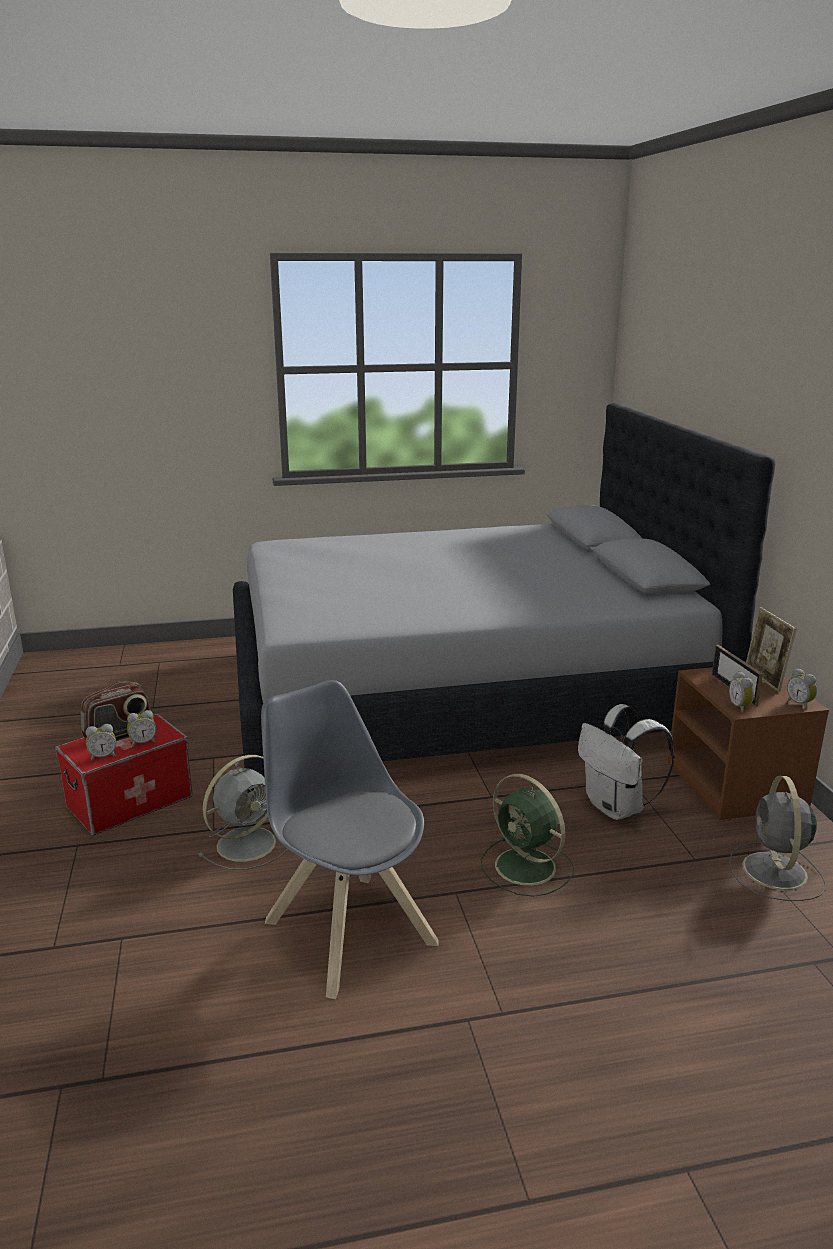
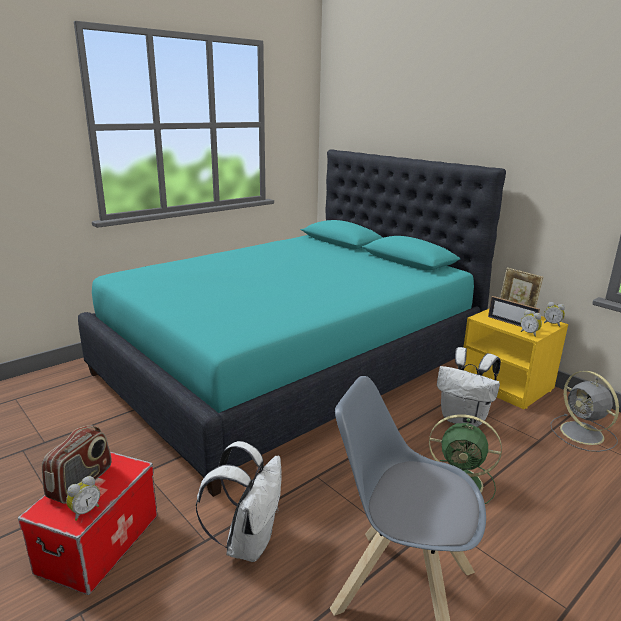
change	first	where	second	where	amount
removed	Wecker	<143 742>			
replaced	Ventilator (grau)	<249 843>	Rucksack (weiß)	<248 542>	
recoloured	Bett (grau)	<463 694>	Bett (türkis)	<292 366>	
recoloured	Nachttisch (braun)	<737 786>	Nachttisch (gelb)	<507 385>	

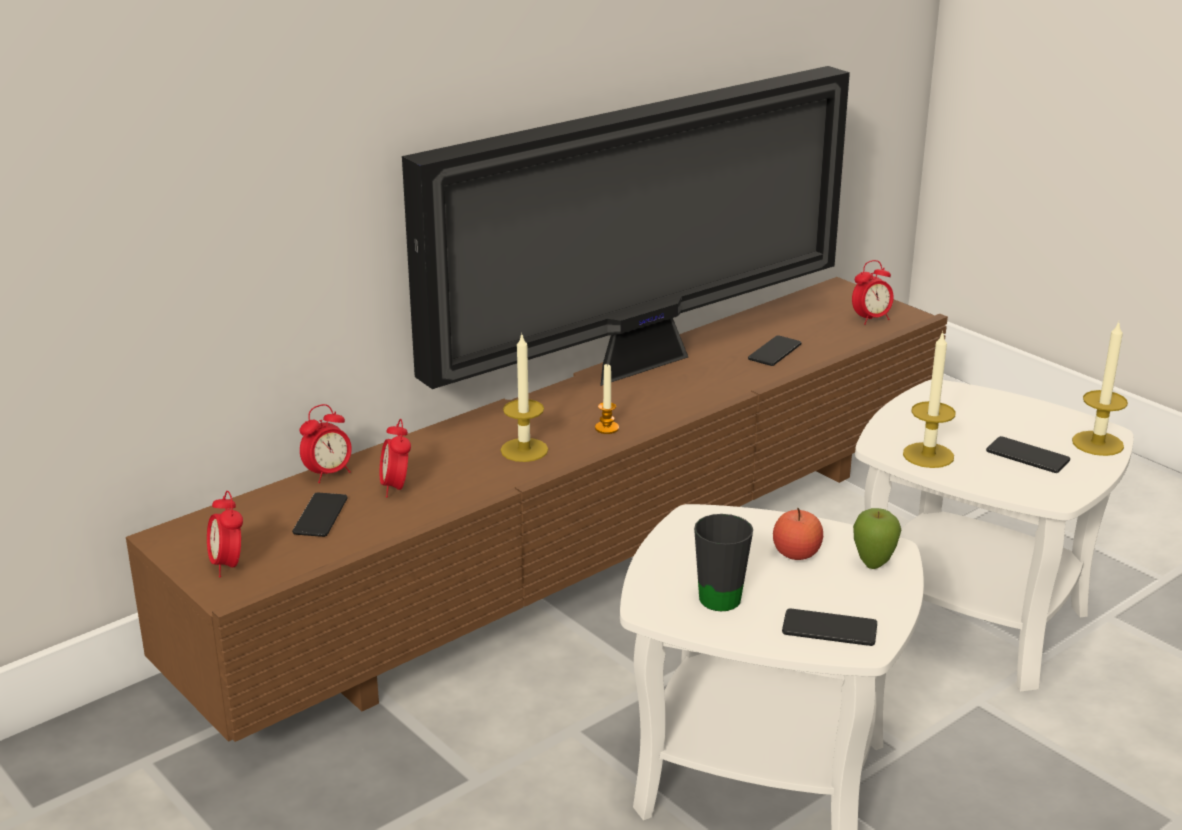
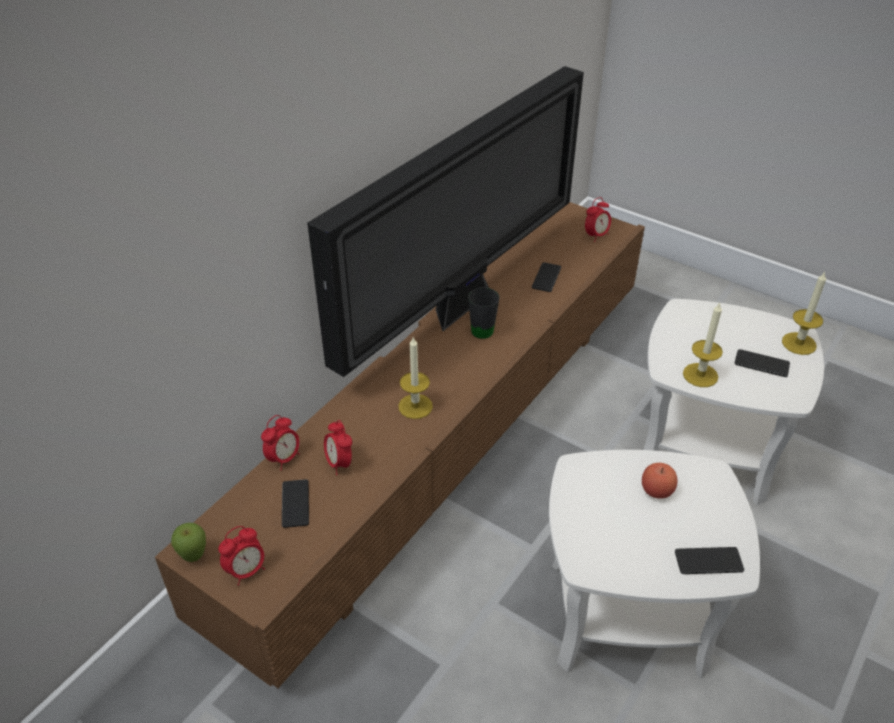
change	first	where	second	where	amount
turned	Wecker	<228 565>		<246 571>	90 degrees counterclockwise
removed	Kerze	<607 428>			
moved	Henkelbecher (schwarz)	<726 594>		<484 327>	
moved	Apfel	<873 565>		<194 557>	

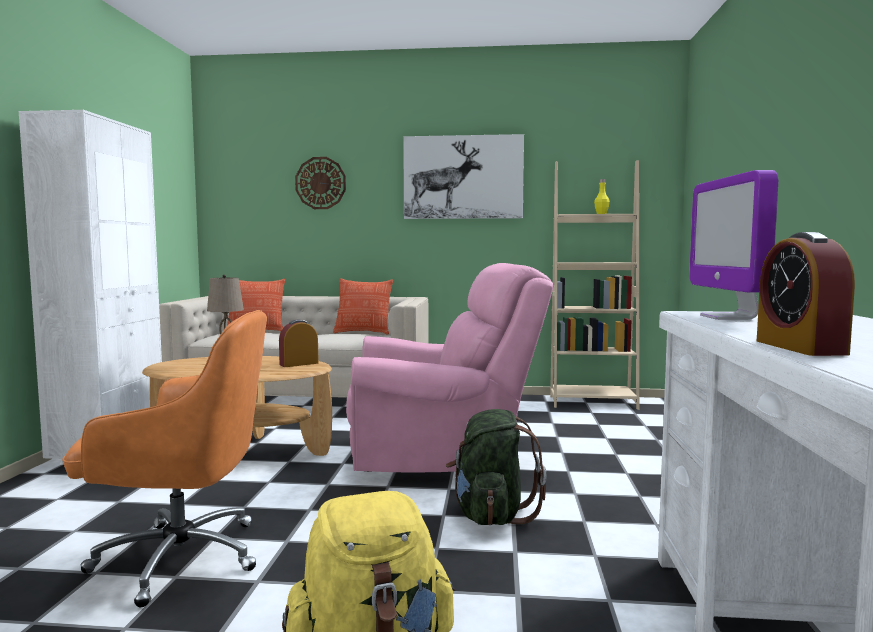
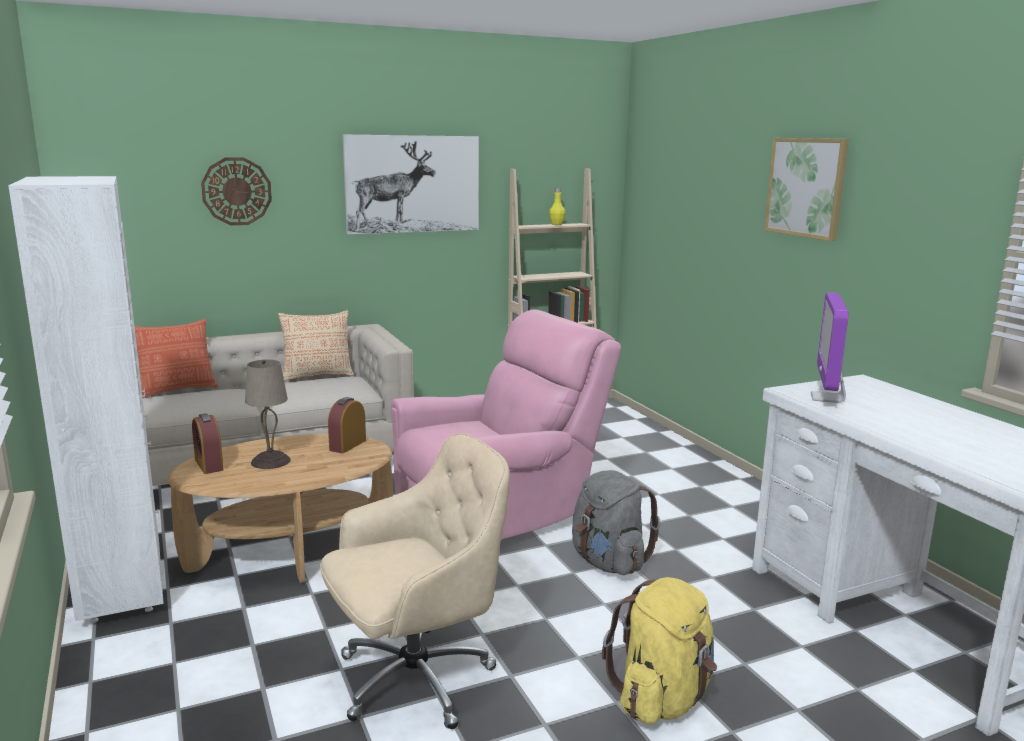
change	first	where	second	where	amount
recoloured	Bürostuhl (orange)	<180 558>	Bürostuhl (beige)	<415 679>	
recoloured	Kissen (orange)	<363 333>	Kissen (beige)	<318 376>	
recoloured	Rucksack (grün)	<491 515>	Rucksack (grau)	<608 562>	
turned	Monitor	<728 317>		<827 398>	45 degrees clockwise
moved	Wecker	<799 347>		<209 465>	
added			Bild	<806 187>	

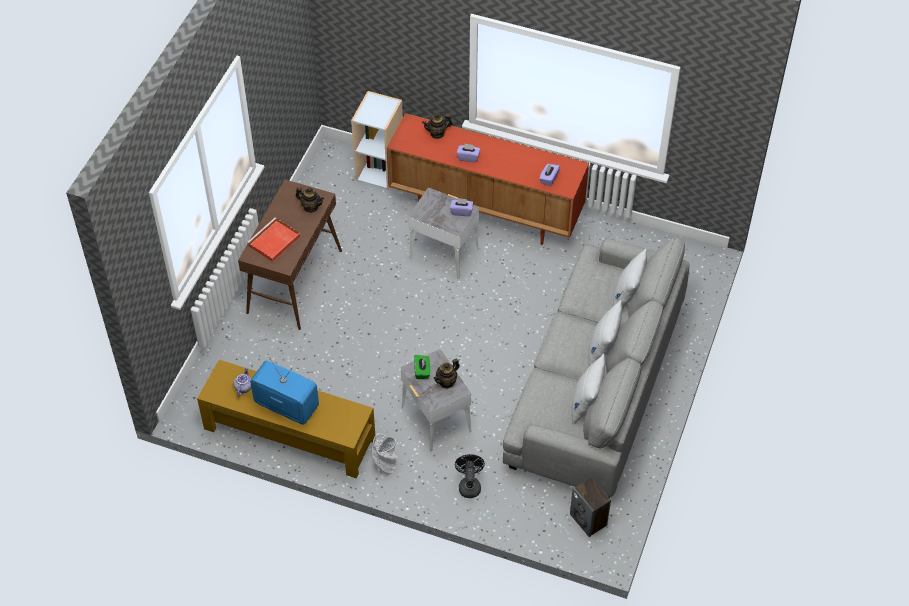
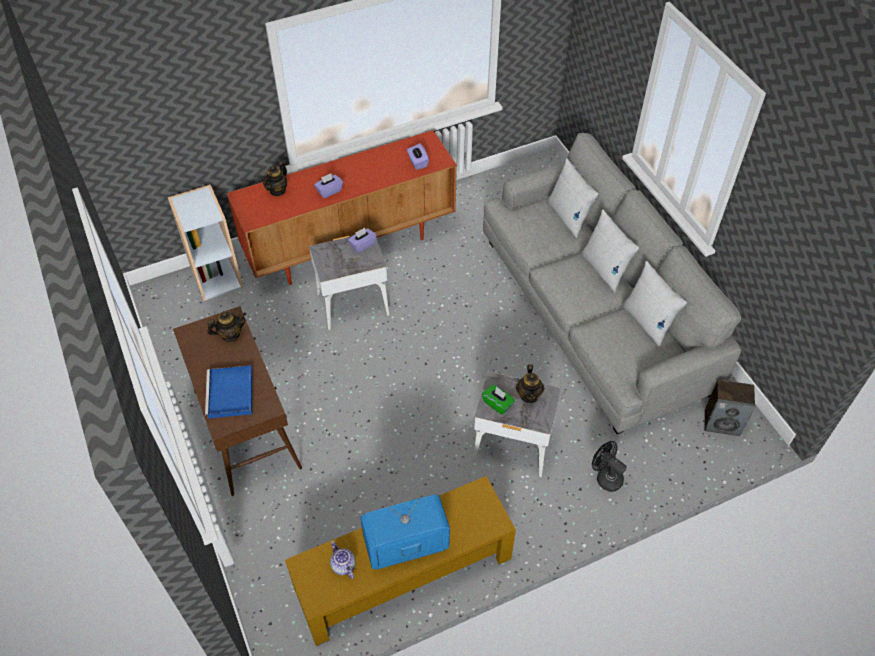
change	first	where	second	where	amount
recoloured	Tablett (rot)	<273 242>	Tablett (blau)	<230 394>	
removed	Vase (grau)	<385 463>			

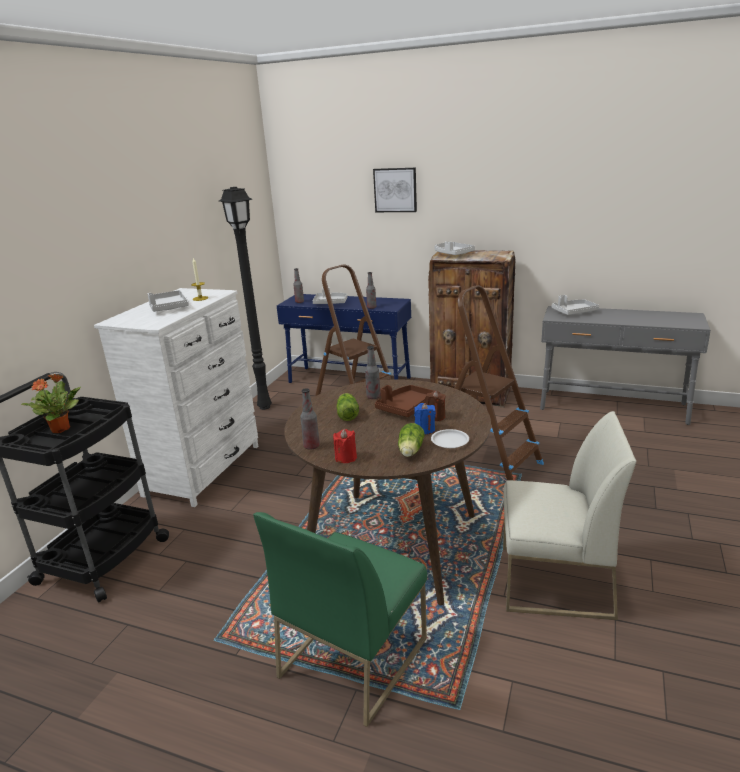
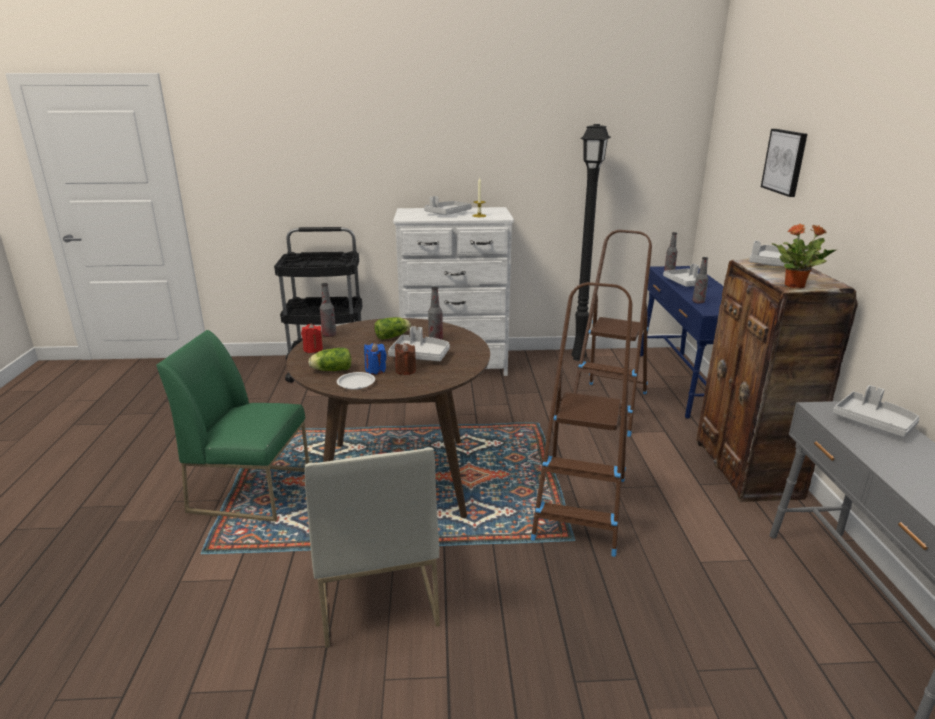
change	first	where	second	where	amount
moved	Topfpflanze	<61 429>		<795 285>	
recoloured	Tablett (braun)	<406 407>	Tablett (grau)	<420 355>	

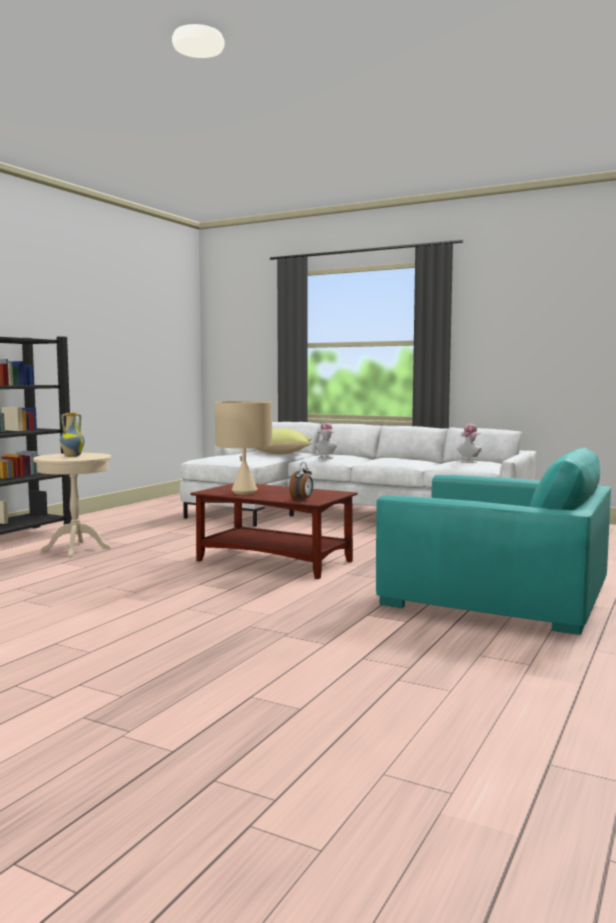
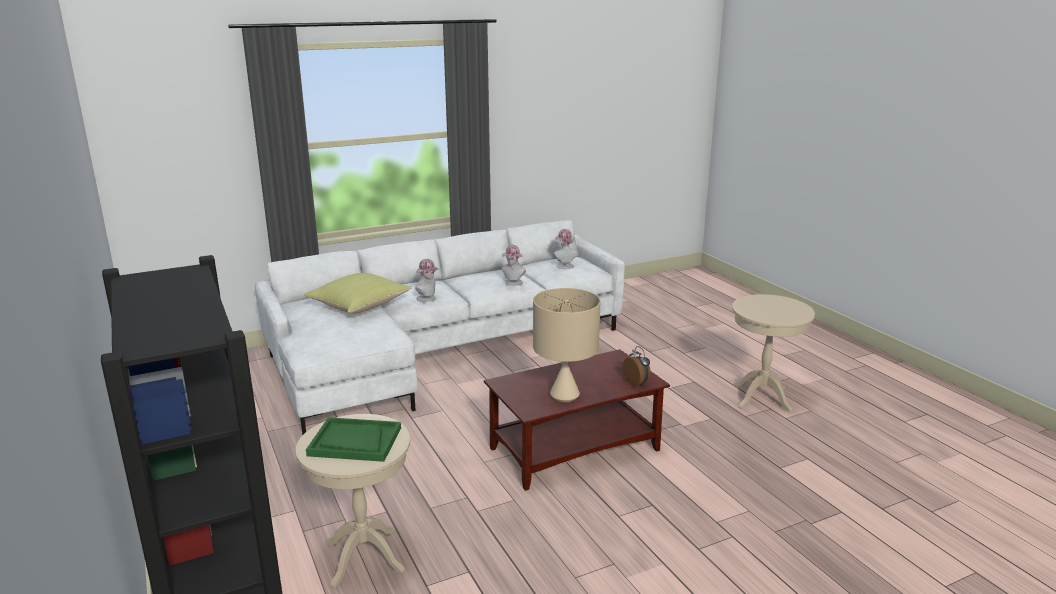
change	first	where	second	where	amount
replaced	Vase	<72 456>	Tablett (grün)	<354 442>	
replaced	Sessel (türkis)	<496 593>	Beistelltisch (beige)	<762 397>	
added			Hut	<512 283>	

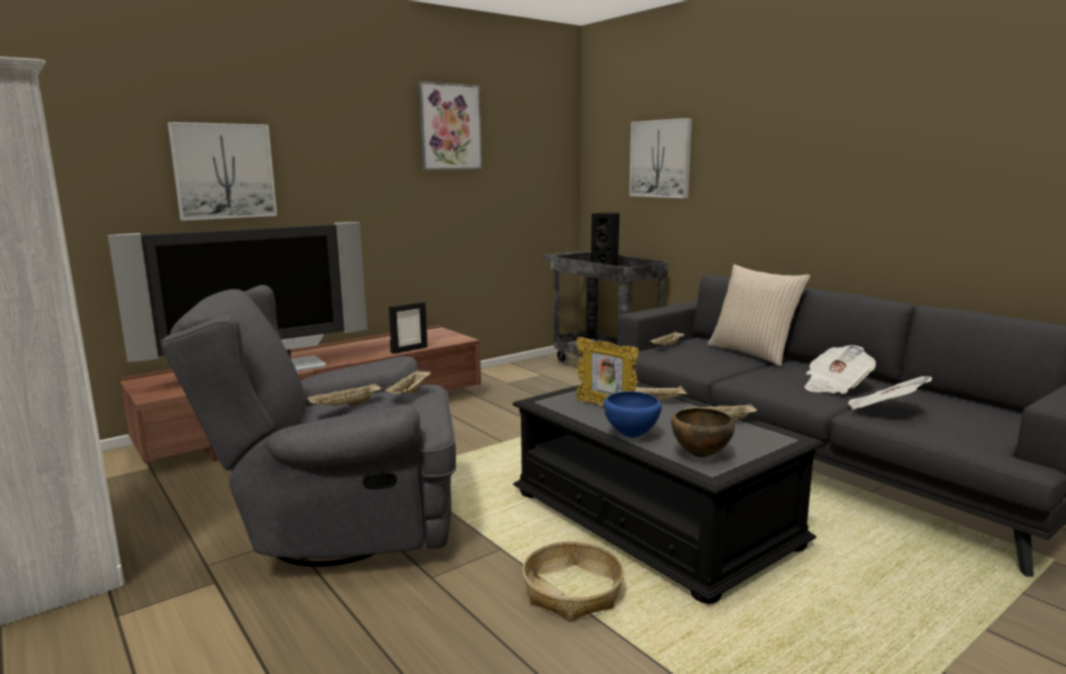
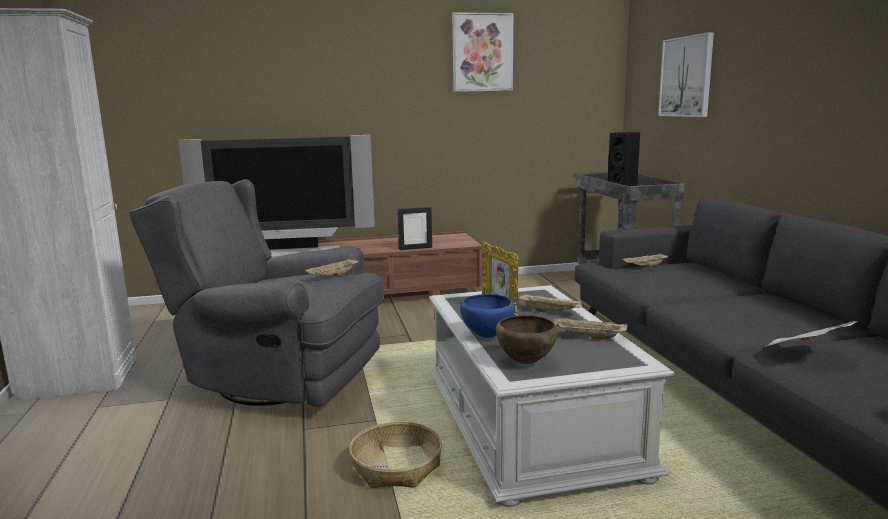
change	first	where	second	where	amount
removed	Bild	<224 171>			
removed	Tablett (beige)	<345 406>			
recoloured	Couchtisch (schwarz)	<653 518>	Couchtisch (weiß)	<530 423>	
removed	Kissen (beige)	<753 353>			
removed	Zeitung	<834 387>			

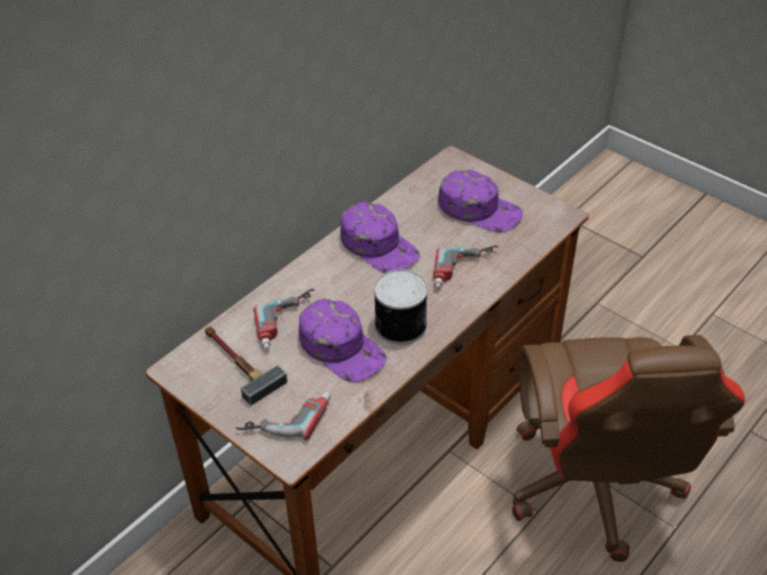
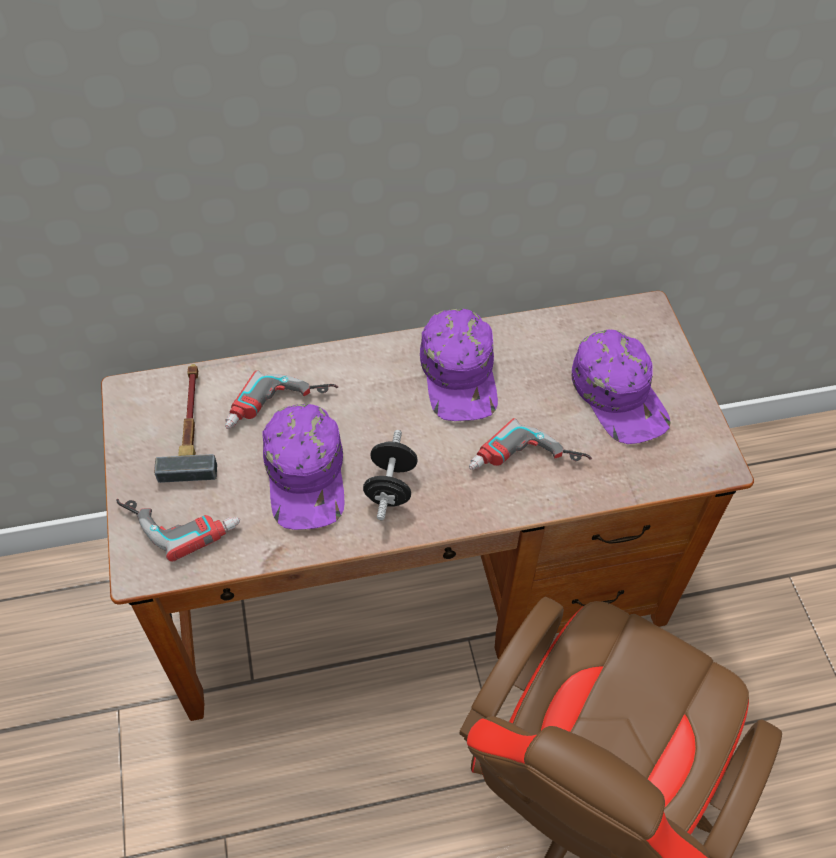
change	first	where	second	where	amount
replaced	Dose	<399 325>	Hantel (schwarz)	<390 486>	

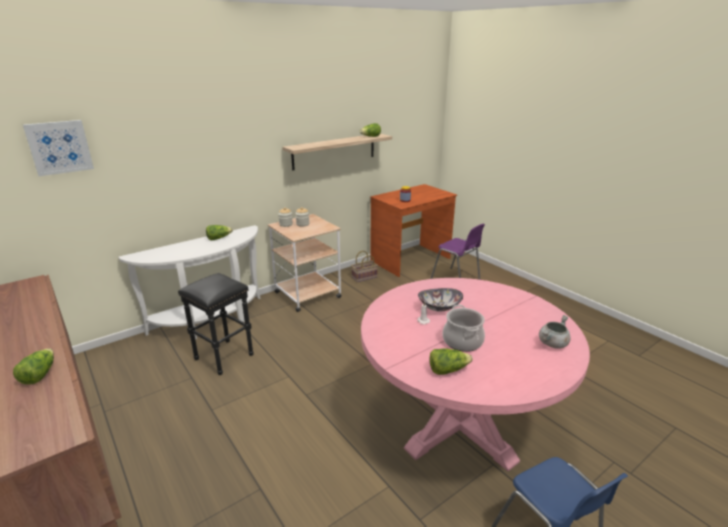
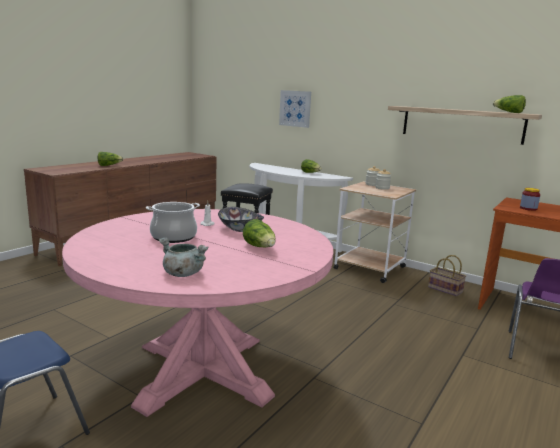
change	first	where	second	where	amount
moved	Bild	<59 147>		<295 108>	
moved	Salatkopf	<448 370>		<260 247>	

